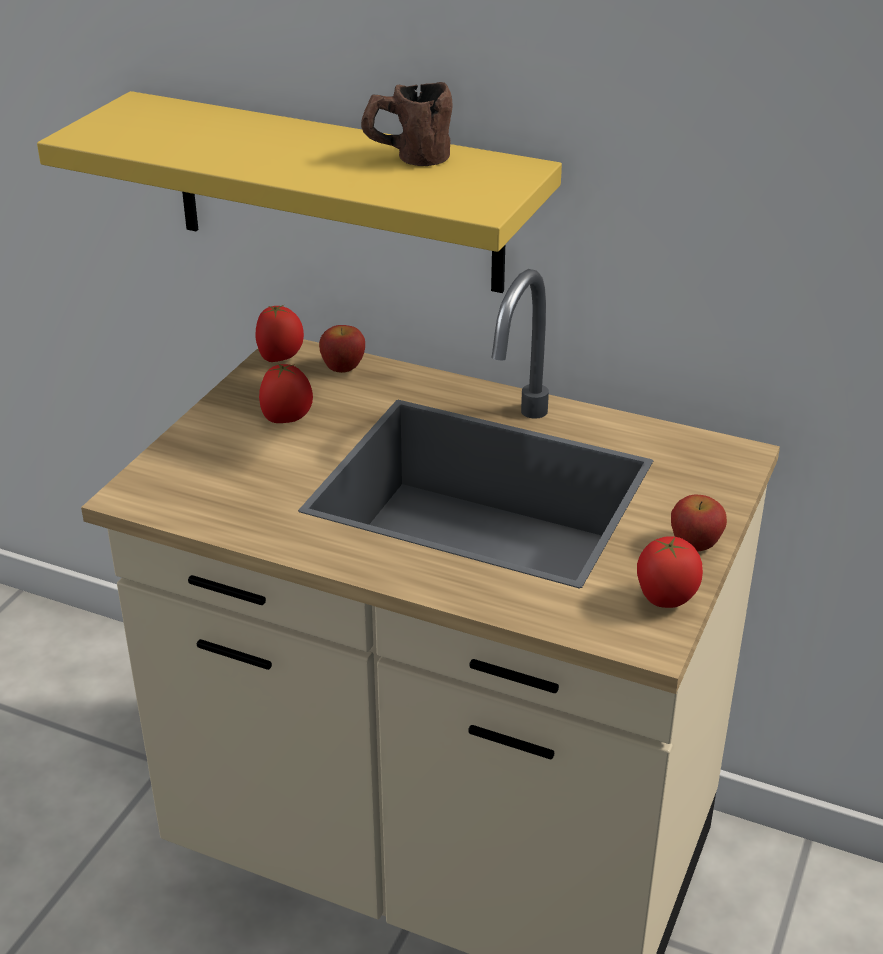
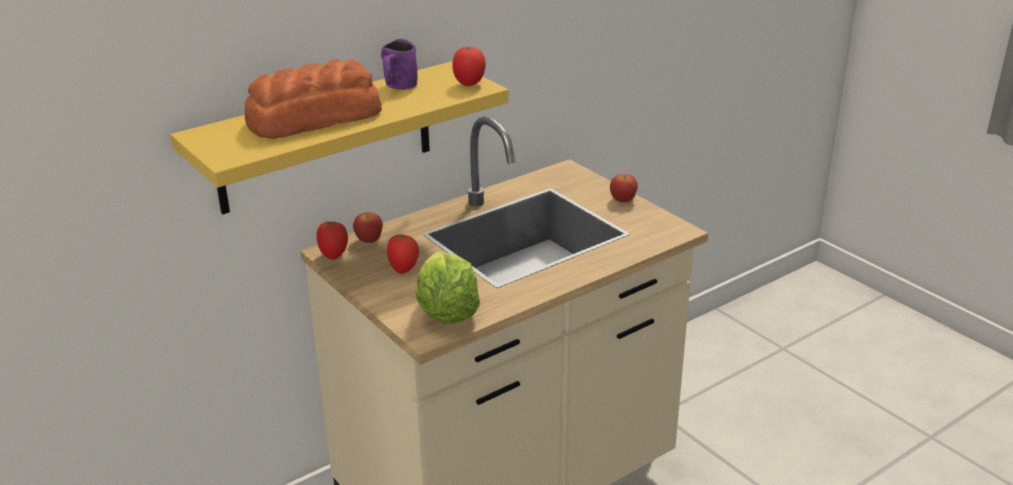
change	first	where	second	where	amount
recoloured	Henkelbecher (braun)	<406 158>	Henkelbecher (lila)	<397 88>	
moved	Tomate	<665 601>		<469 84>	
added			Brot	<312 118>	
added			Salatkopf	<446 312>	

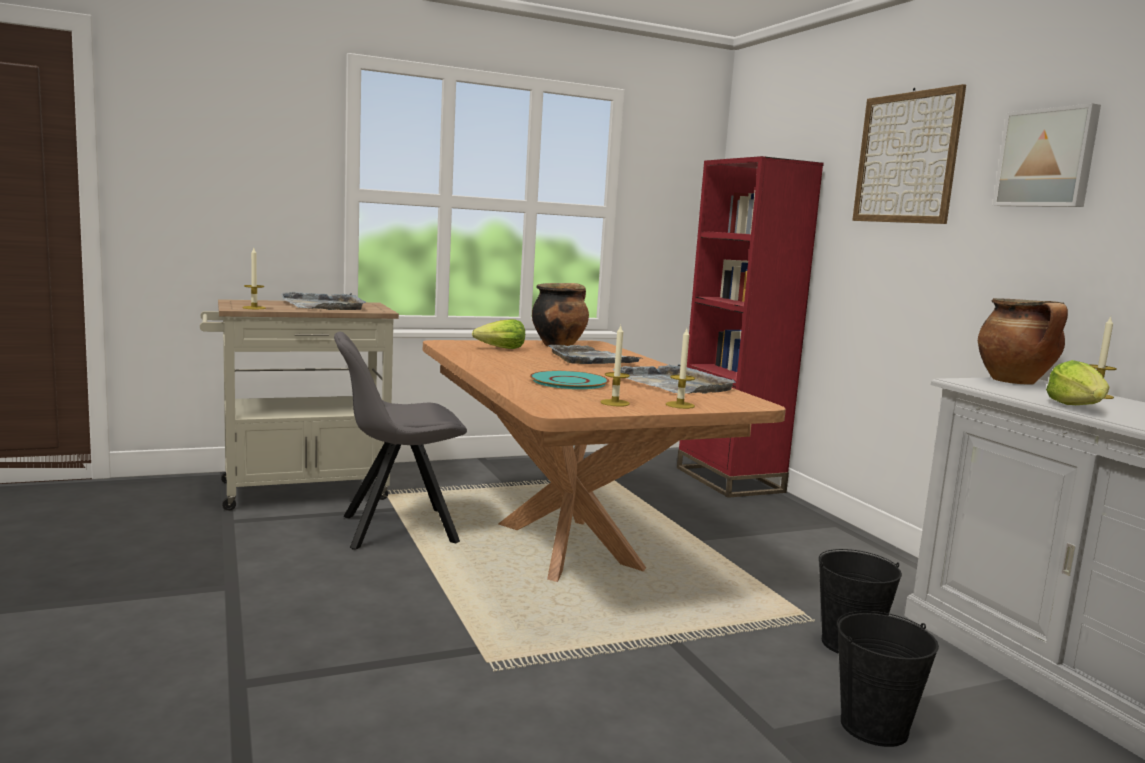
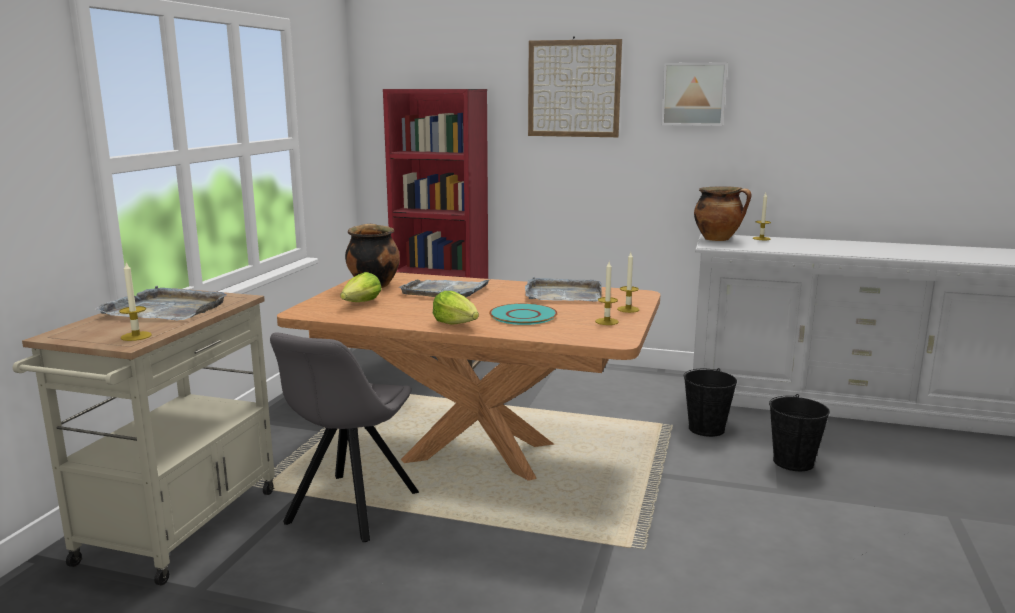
change	first	where	second	where	amount
moved	Salatkopf	<1077 407>		<456 324>	

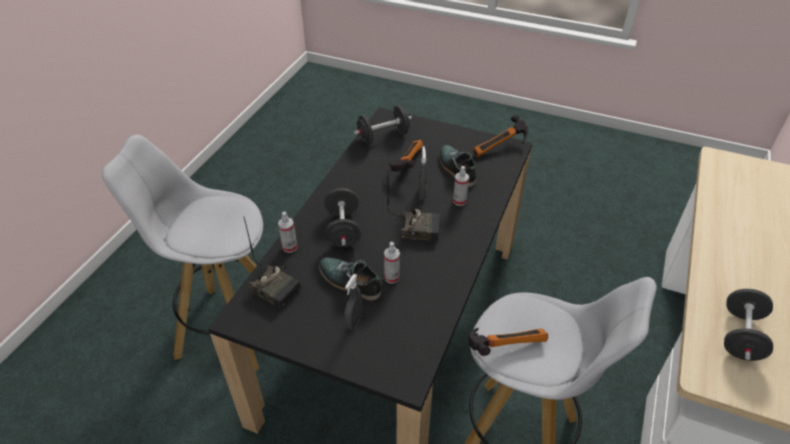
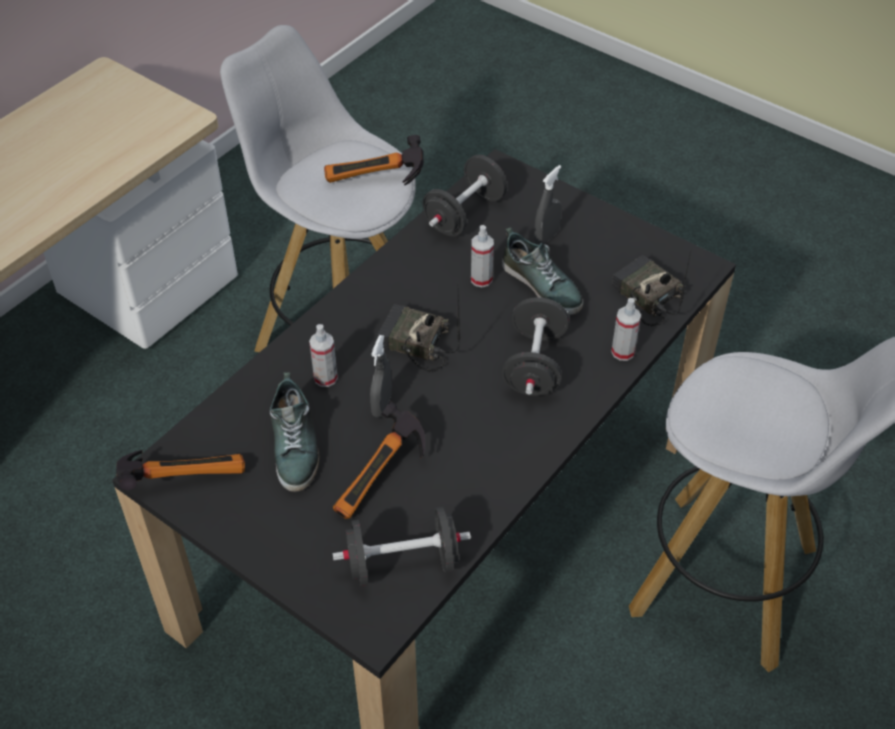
change	first	where	second	where	amount
moved	Hantel (schwarz)	<740 336>		<464 214>	

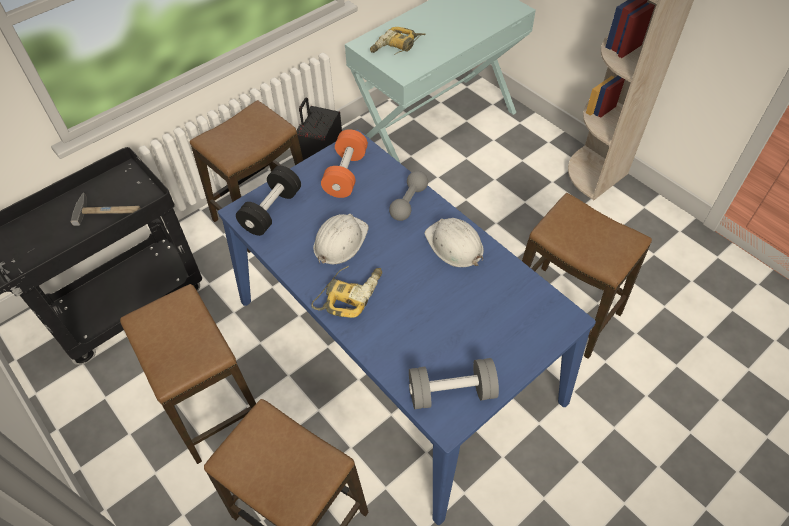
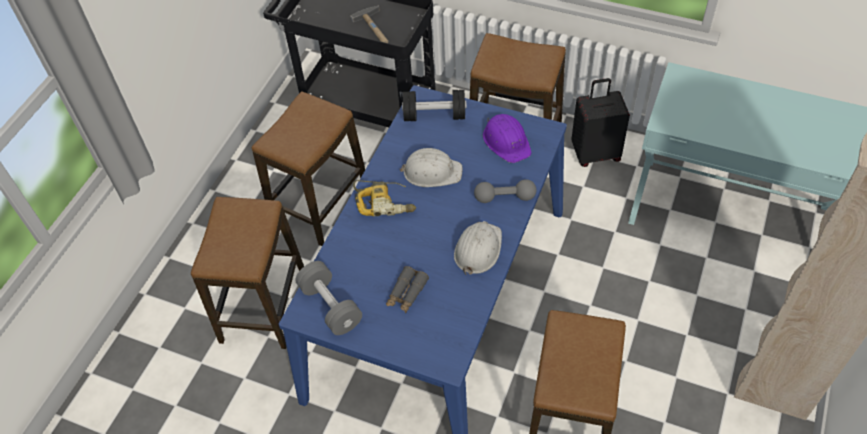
change	first	where	second	where	amount
replaced	Hantel (orange)	<346 174>	Schutzhelm (lila)	<506 141>	
removed	Bohrmaschine	<396 47>			
added			Fernglas (grau)	<406 293>	

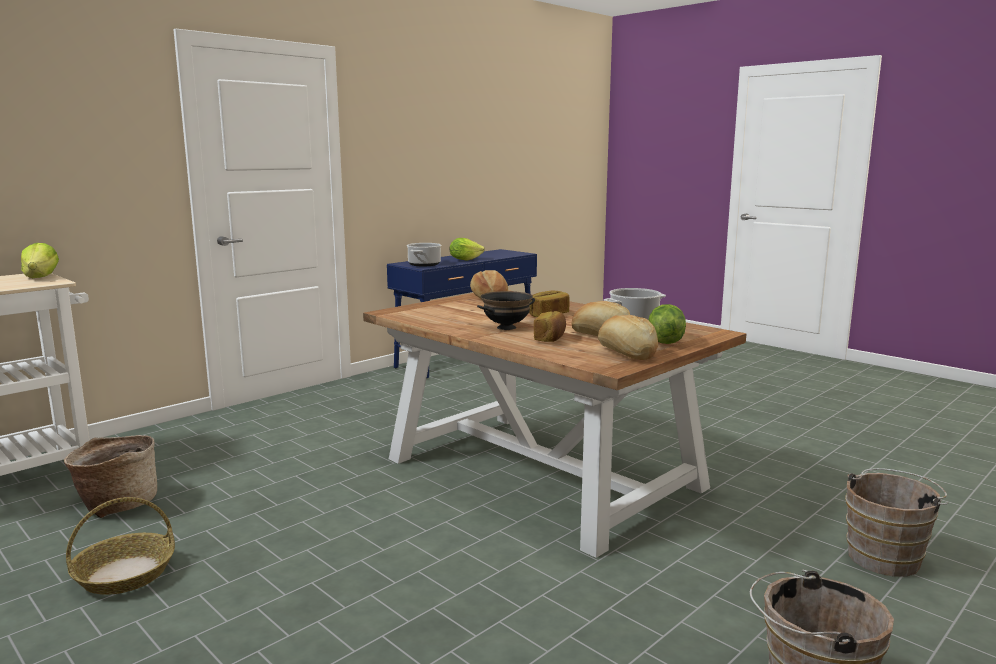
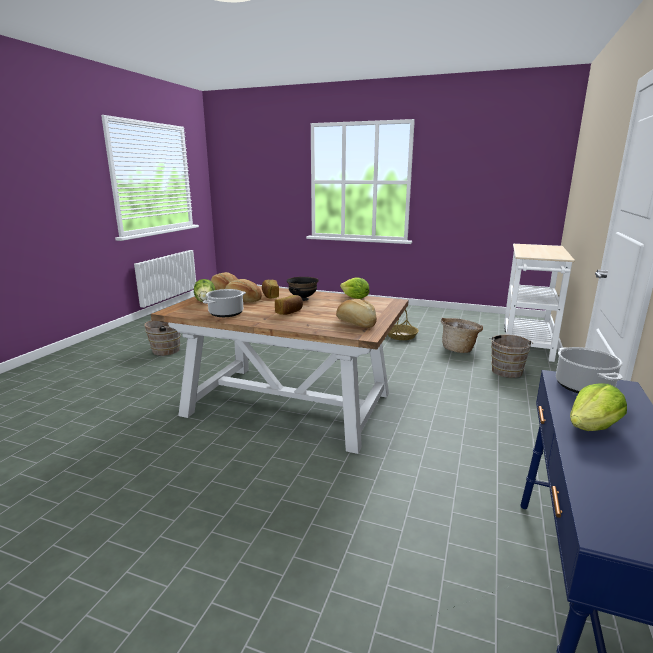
change	first	where	second	where	amount
moved	Salatkopf	<41 277>		<355 298>	
moved	Eimer (braun)	<886 556>		<506 372>	

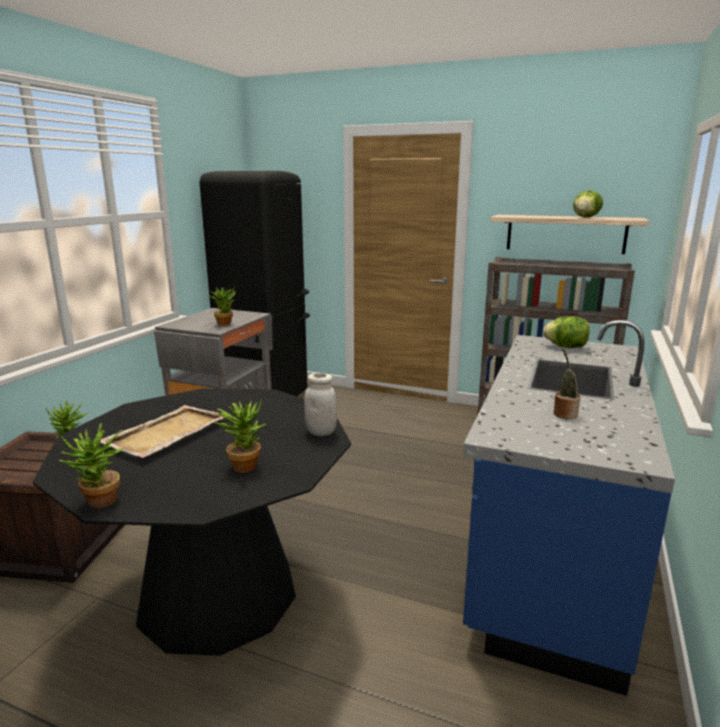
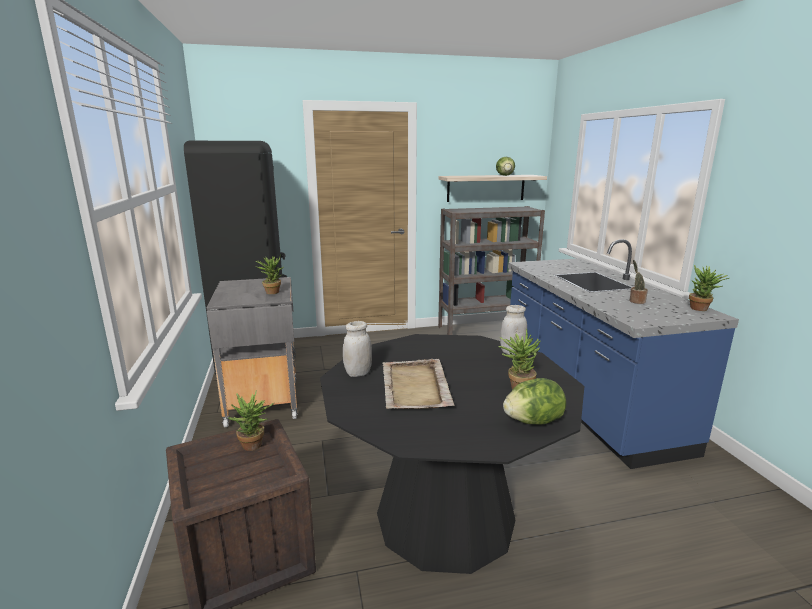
change	first	where	second	where	amount
moved	Topfpflanze	<100 504>		<702 309>	
moved	Salatkopf	<566 347>		<533 421>	
added			Vorratsglas (weiß)	<358 373>	

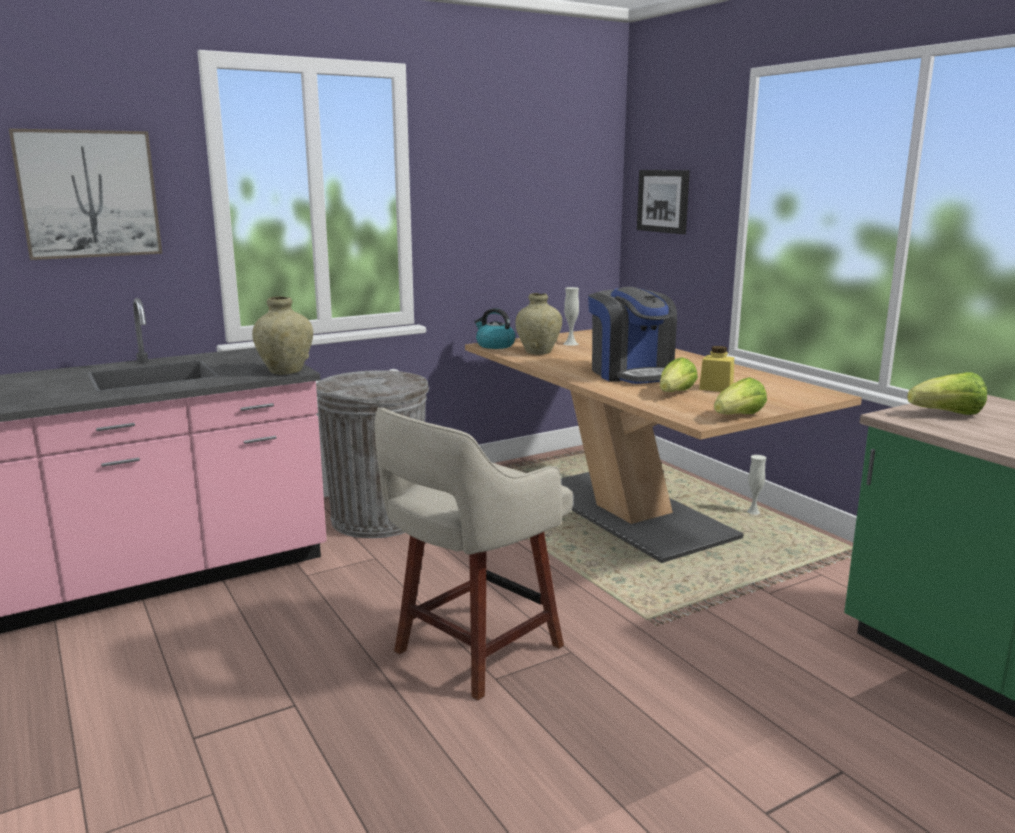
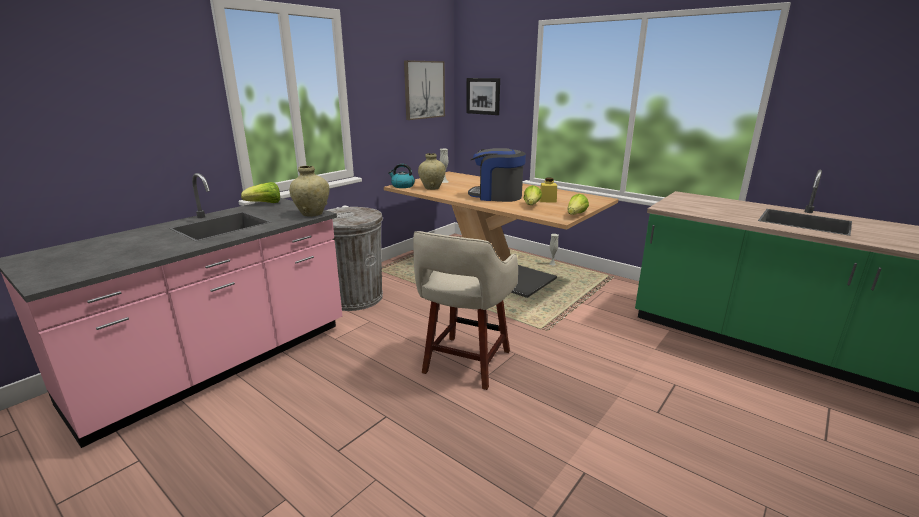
change	first	where	second	where	amount
moved	Bild	<89 194>		<424 90>	
turned	Kaffeemaschine	<632 373>		<496 196>	150 degrees clockwise
moved	Salatkopf	<947 414>		<265 203>	

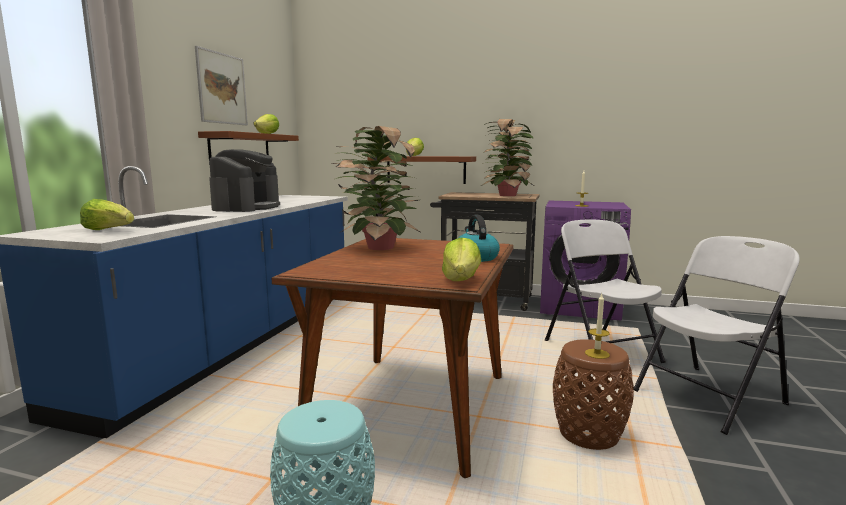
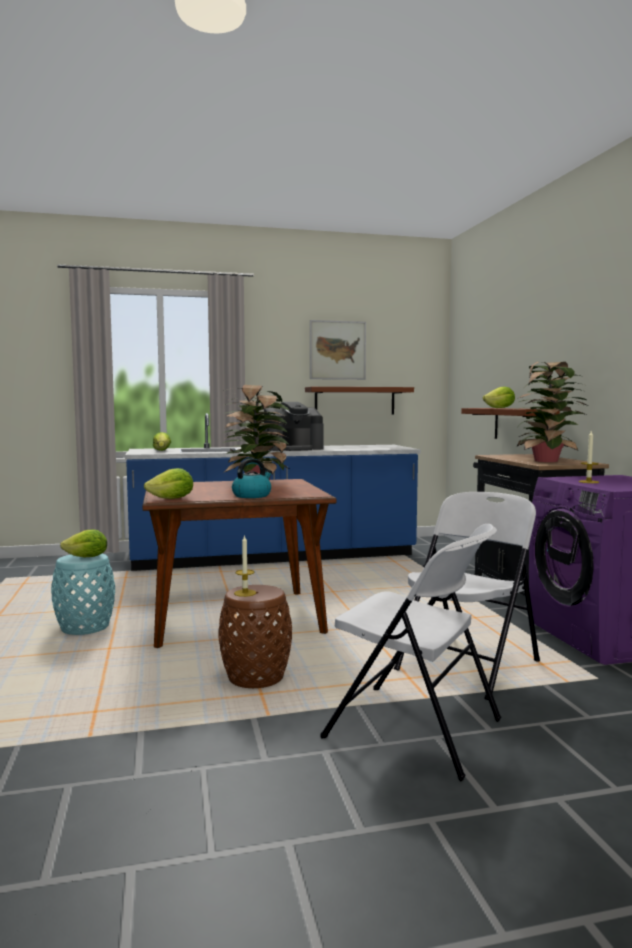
change	first	where	second	where	amount
moved	Salatkopf	<267 134>		<87 557>	

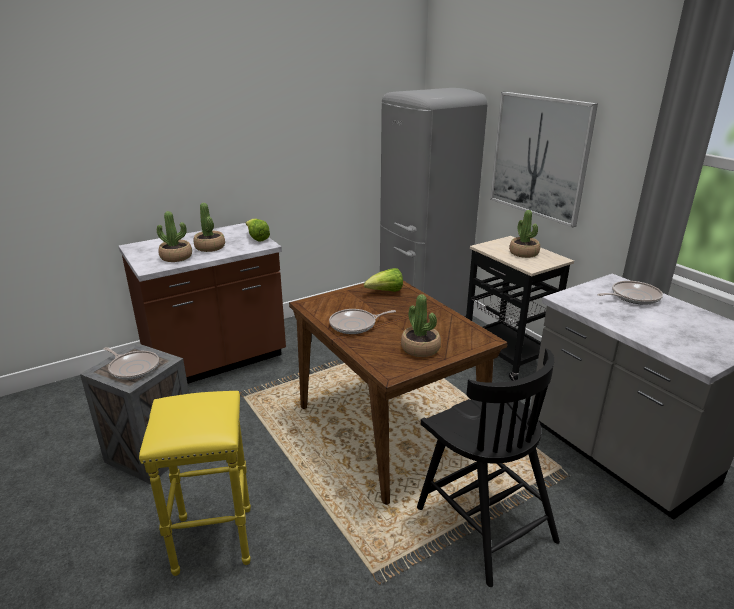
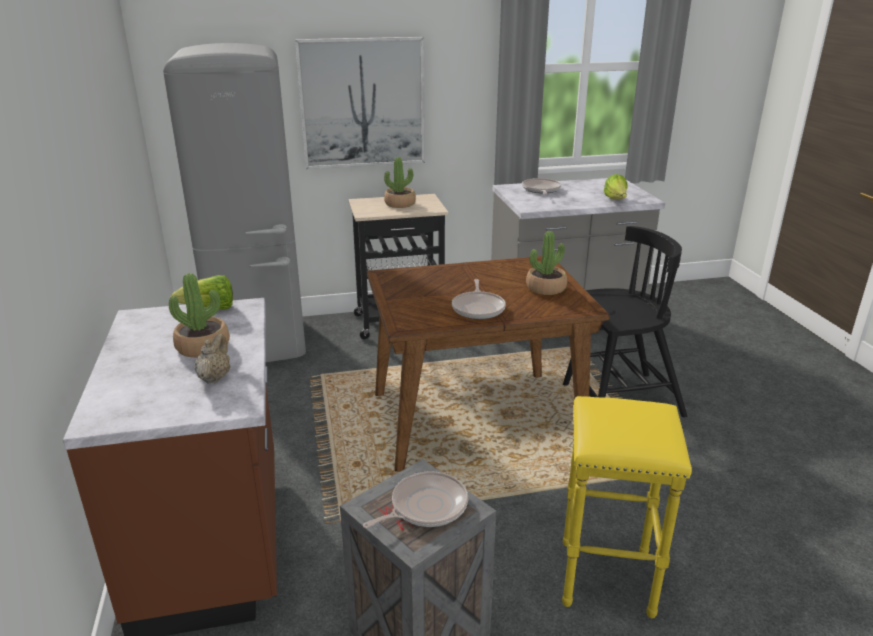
change	first	where	second	where	amount
replaced	Topfpflanze	<176 257>	Teekanne (beige)	<215 377>	
moved	Salatkopf	<385 292>		<616 200>	

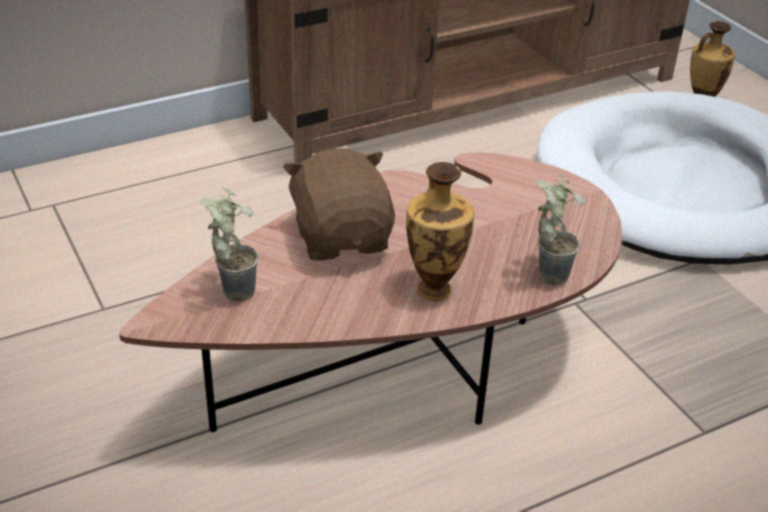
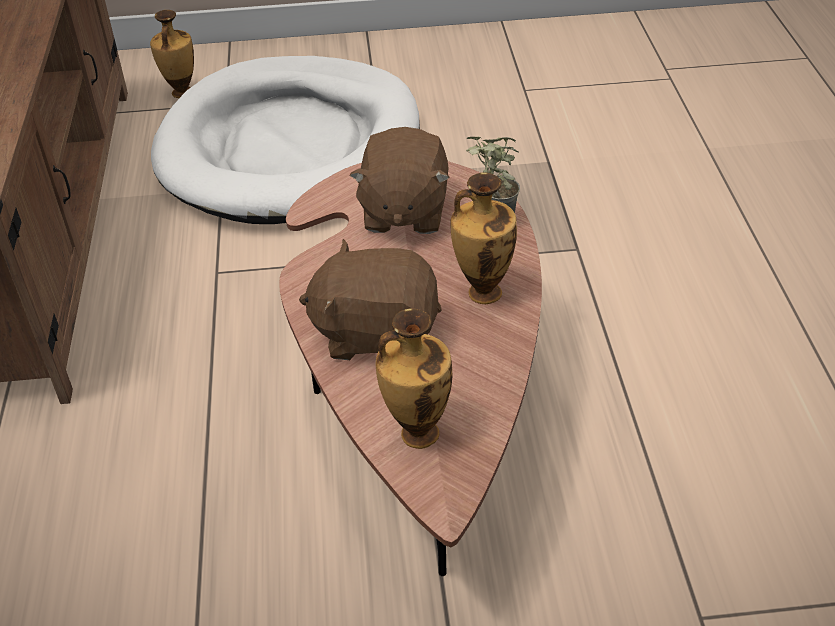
change	first	where	second	where	amount
replaced	Topfpflanze	<232 288>	Vase	<417 433>	
added			Plüschtier (braun)	<403 212>	

